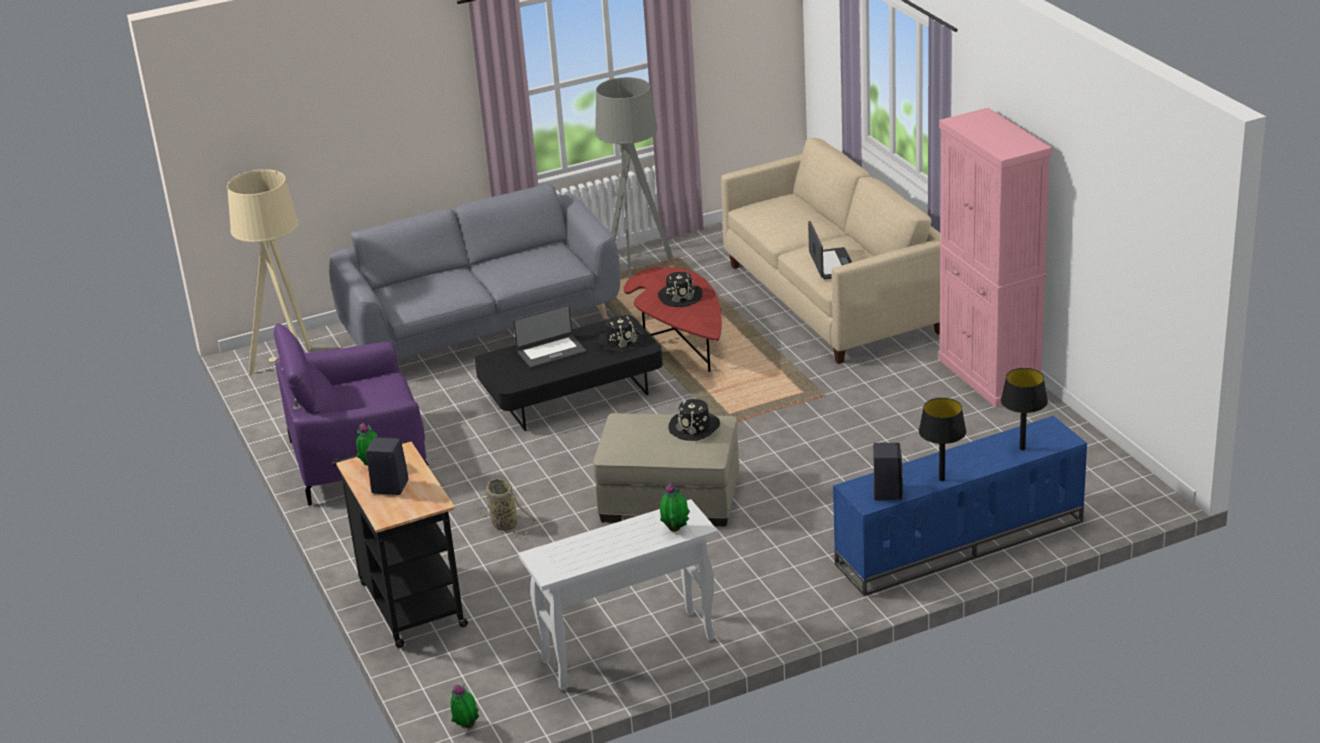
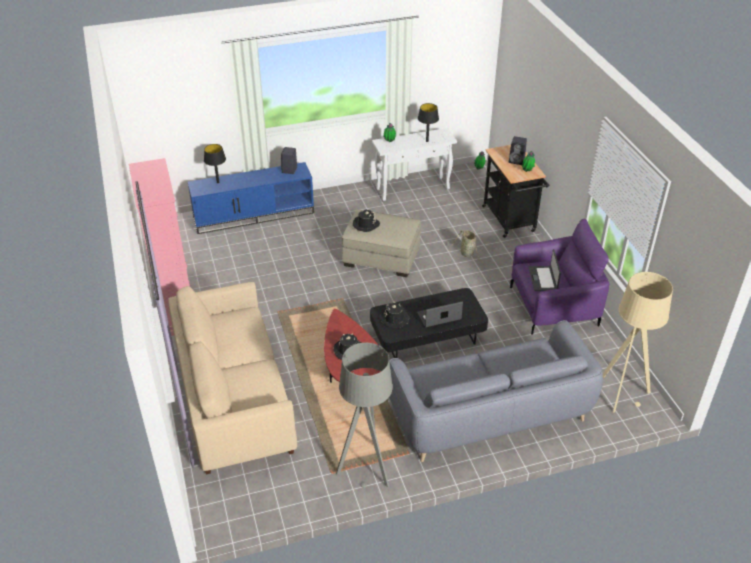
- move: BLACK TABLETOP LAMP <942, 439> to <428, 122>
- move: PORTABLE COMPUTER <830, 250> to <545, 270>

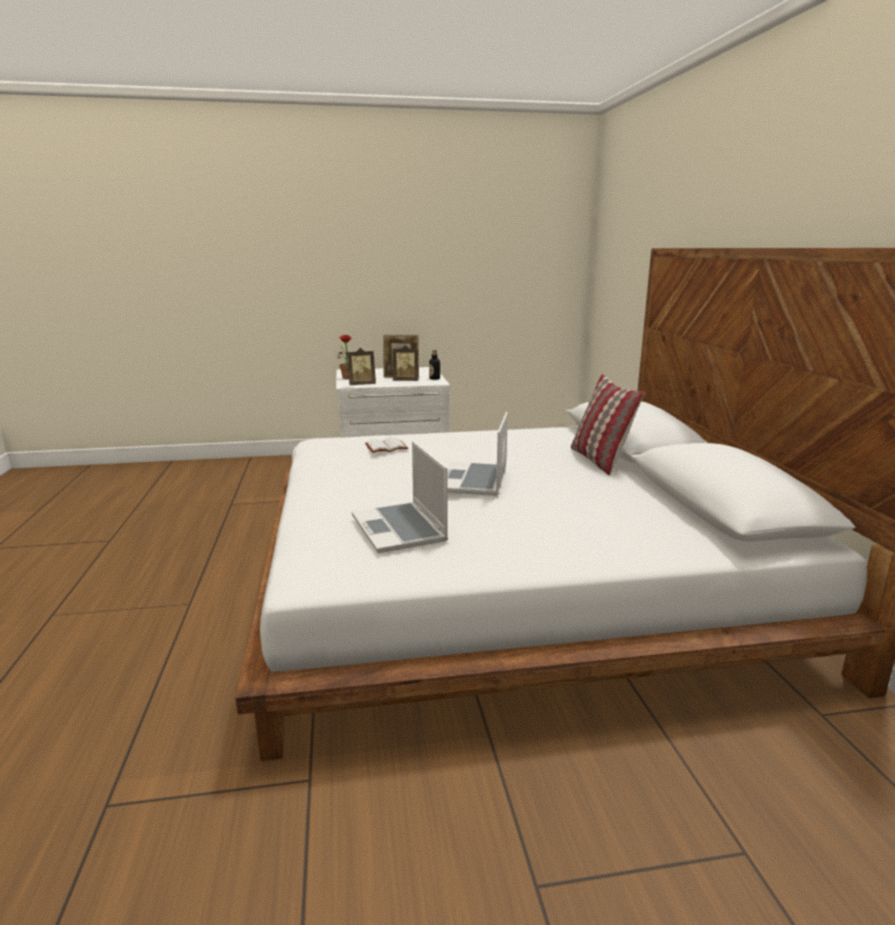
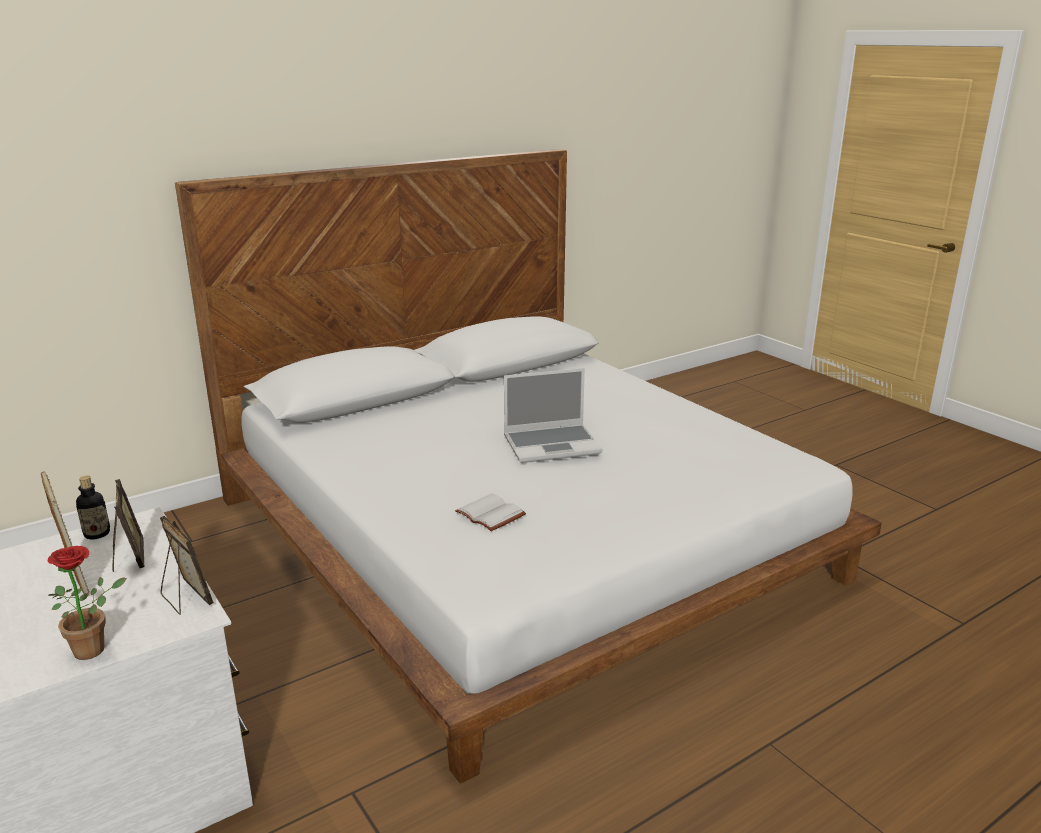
- delete: PORTABLE COMPUTER <400, 497>
- delete: THROW PILLOW <608, 424>

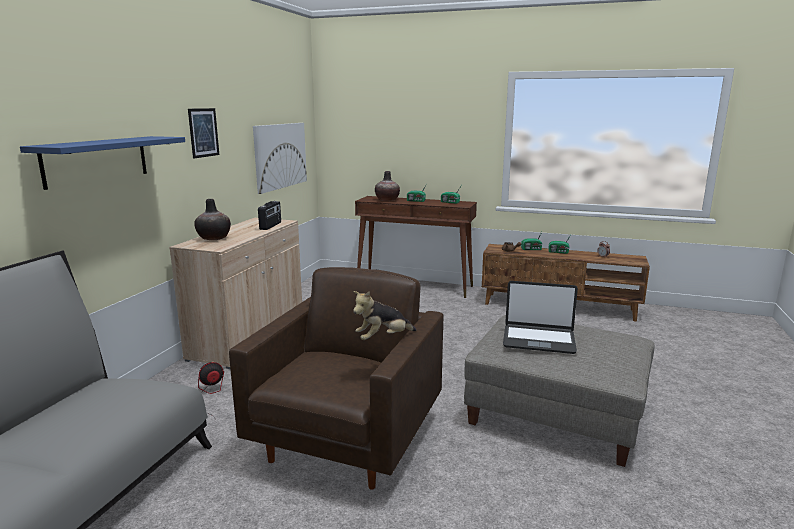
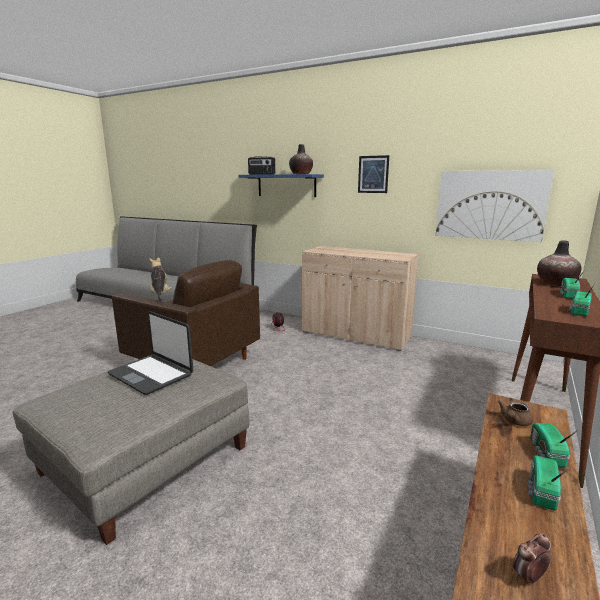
- rotate: PORTABLE COMPUTER <540, 317> = <150, 353> 75 degrees counterclockwise
- move: RADIO SET <269, 215> to <261, 165>
- move: DECORATIVE VASE <212, 219> to <301, 159>

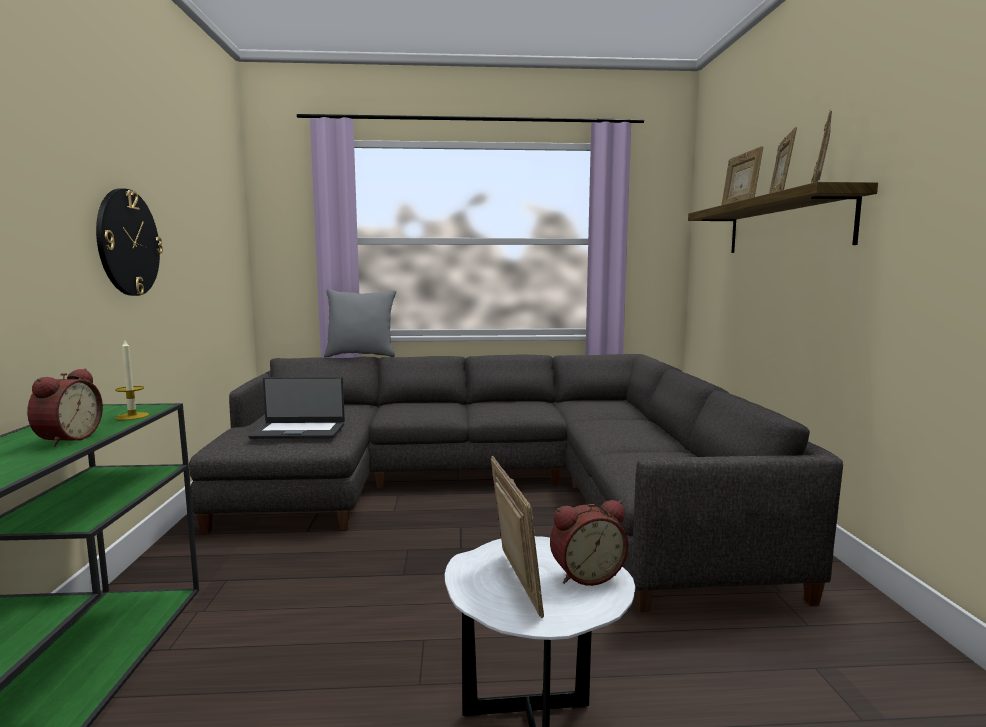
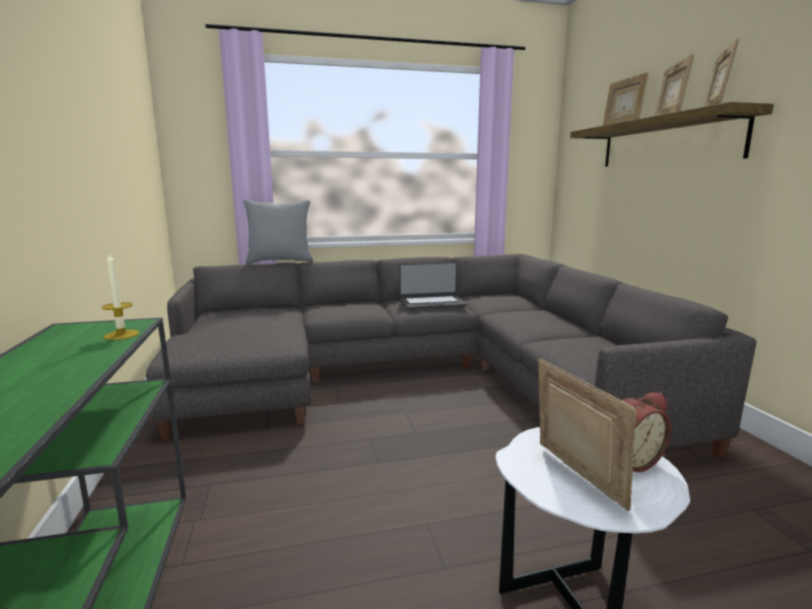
- move: PORTABLE COMPUTER <296, 408> to <433, 285>
- delete: ALARM CLOCK <65, 407>
- delete: HANGING CLOCK <129, 242>

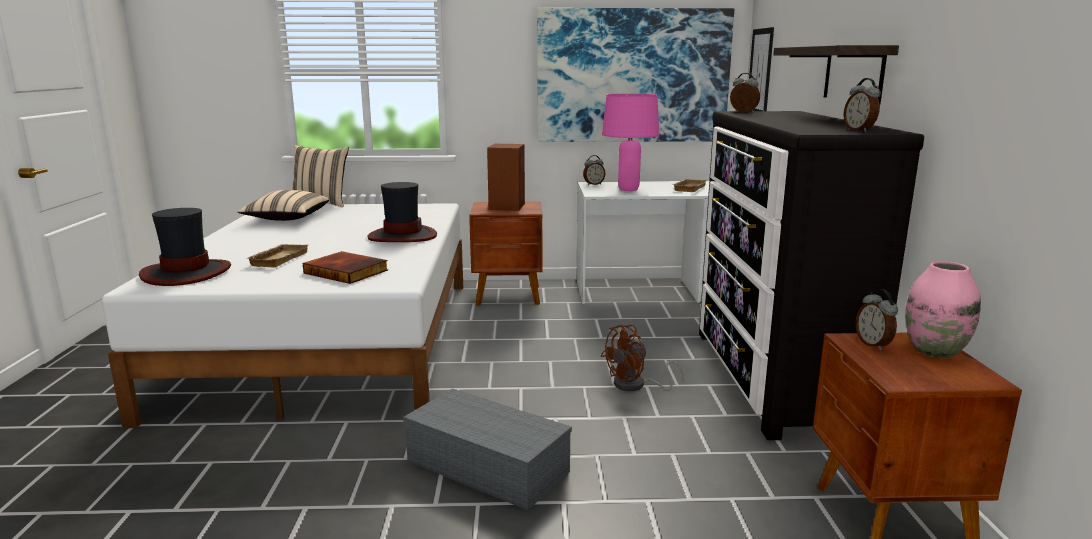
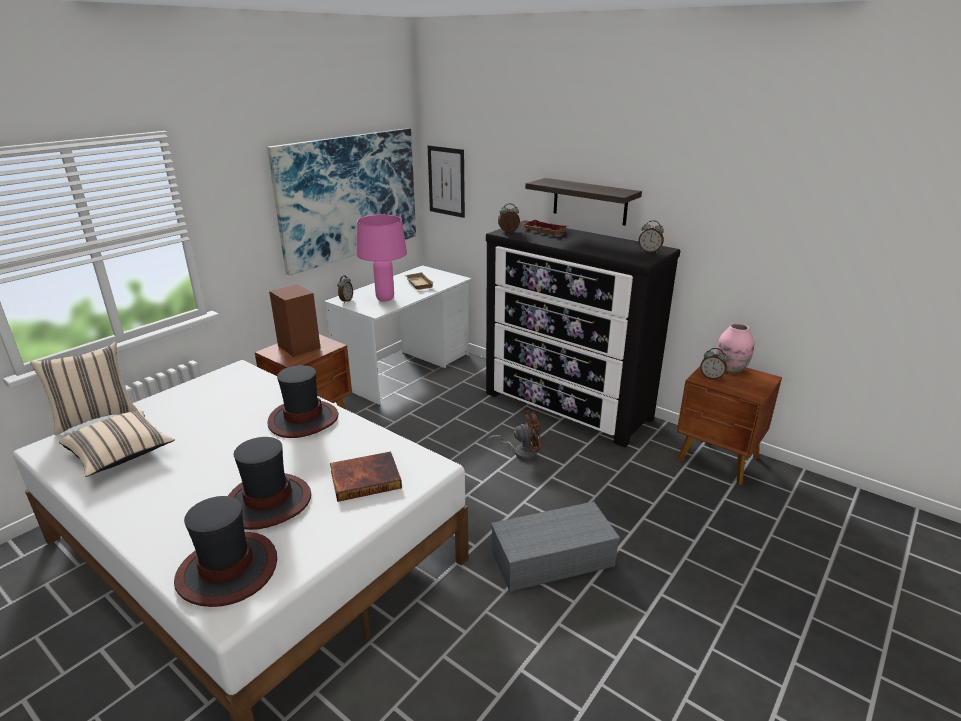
- replace: BEIGE-COLOURED SERVING TRAY <277, 255> to CLOTHING HAT <269, 483>
- rotate: BROWNISH COOLING FAN <643, 358> = <514, 435> 105 degrees counterclockwise
- insert: RED SERVING TRAY <544, 228>

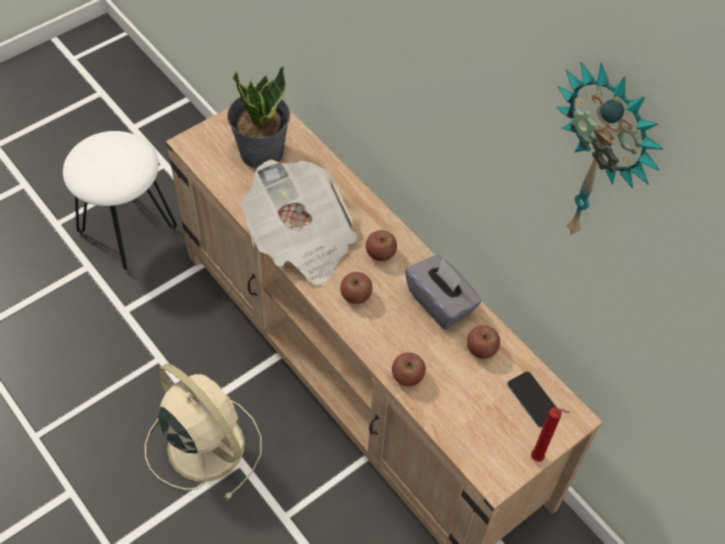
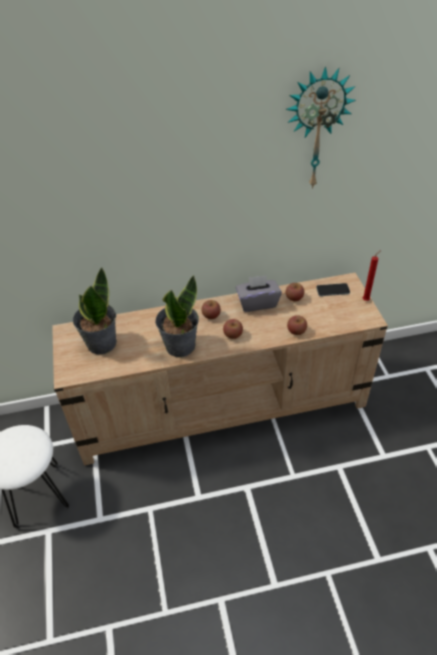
- replace: PRINTED PAPER <299, 222> to PLANT IN A POT <177, 316>
- delete: BEIGE-COLOURED COOLING FAN <203, 432>

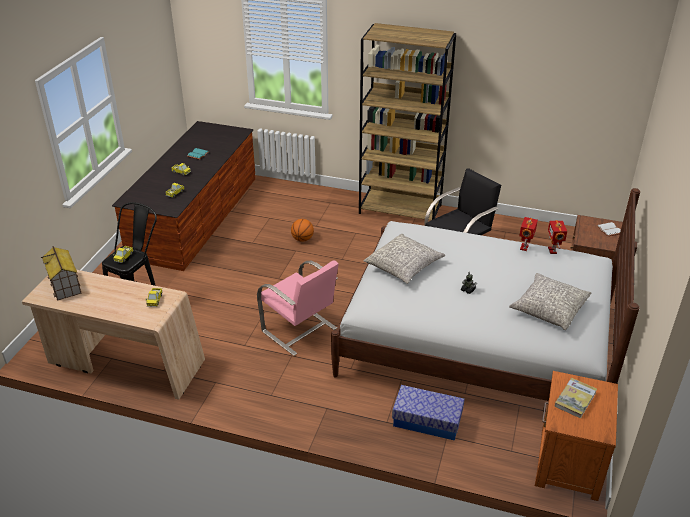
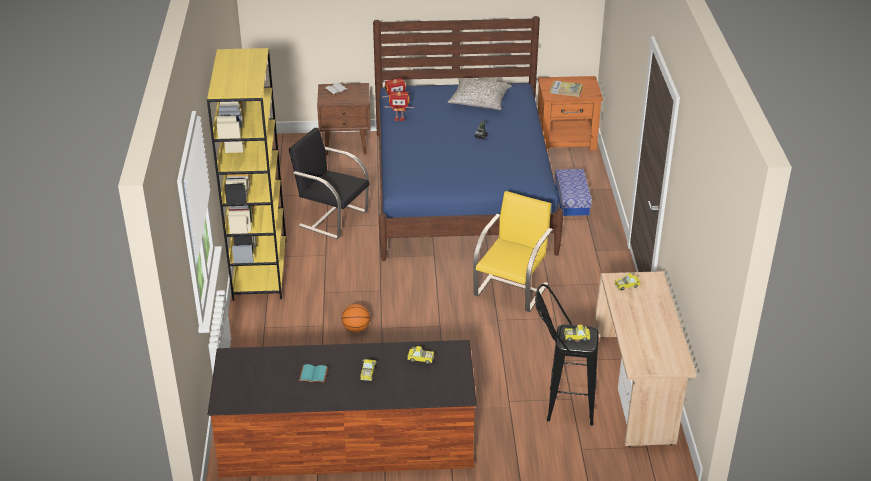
- recolor: BROWNISH BOOKCASE <407, 122> to YELLOWISH BOOKCASE <247, 174>
- recolor: WHITISH BEDROOM BED <485, 294> to BLUE-COLOURED BEDROOM BED <468, 138>
- recolor: PINKISH UPRIGHT CHAIR <298, 308> to YELLOWISH UPRIGHT CHAIR <513, 251>
- delete: MODEL HOUSE <61, 273>
- delete: GREYISH THROW PILLOW <404, 259>

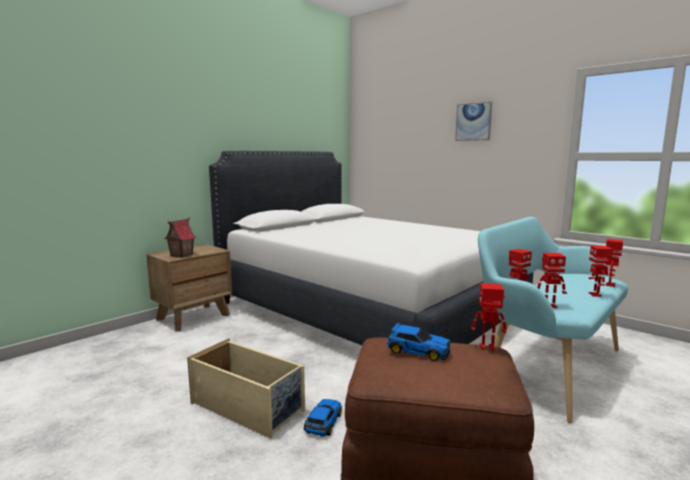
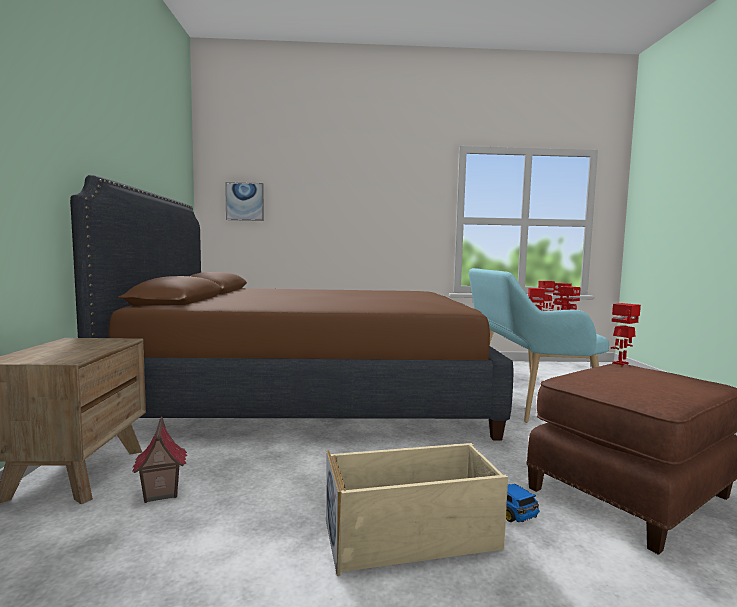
- recolor: WHITISH BEDROOM BED <371, 248> to BROWNISH BEDROOM BED <292, 307>
- move: MODEL HOUSE <180, 238> to <159, 459>
- move: PICTURE <473, 121> to <244, 201>
- delete: TOY CAR <418, 342>

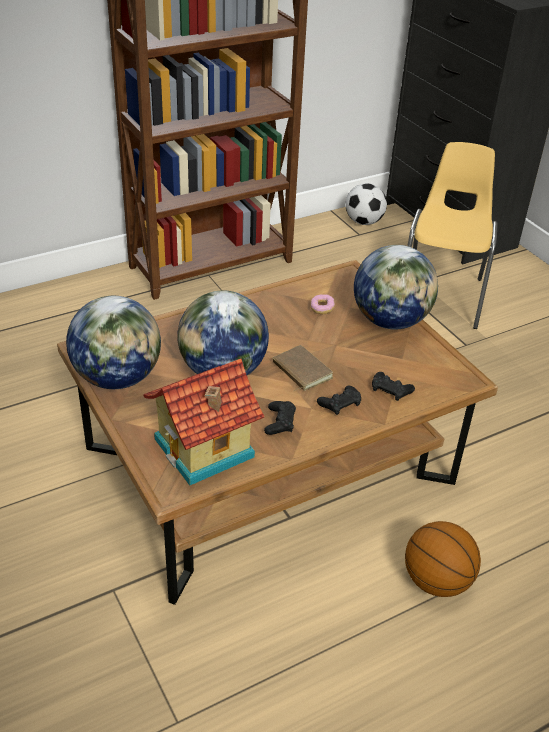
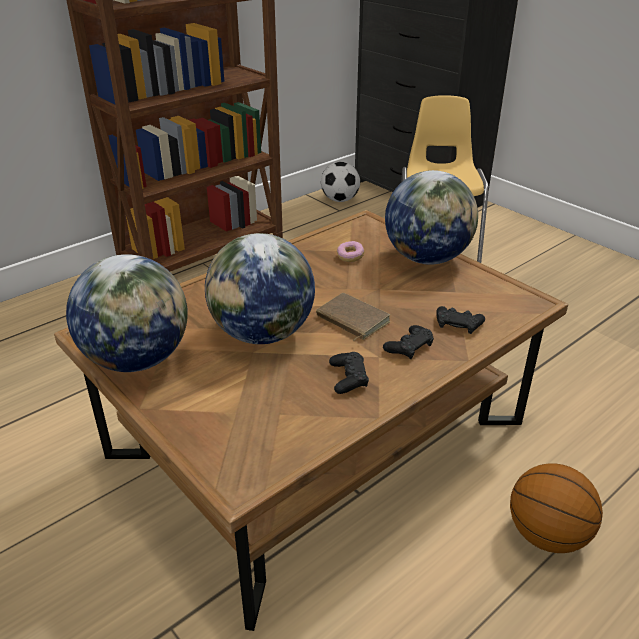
- delete: MODEL HOUSE <204, 422>

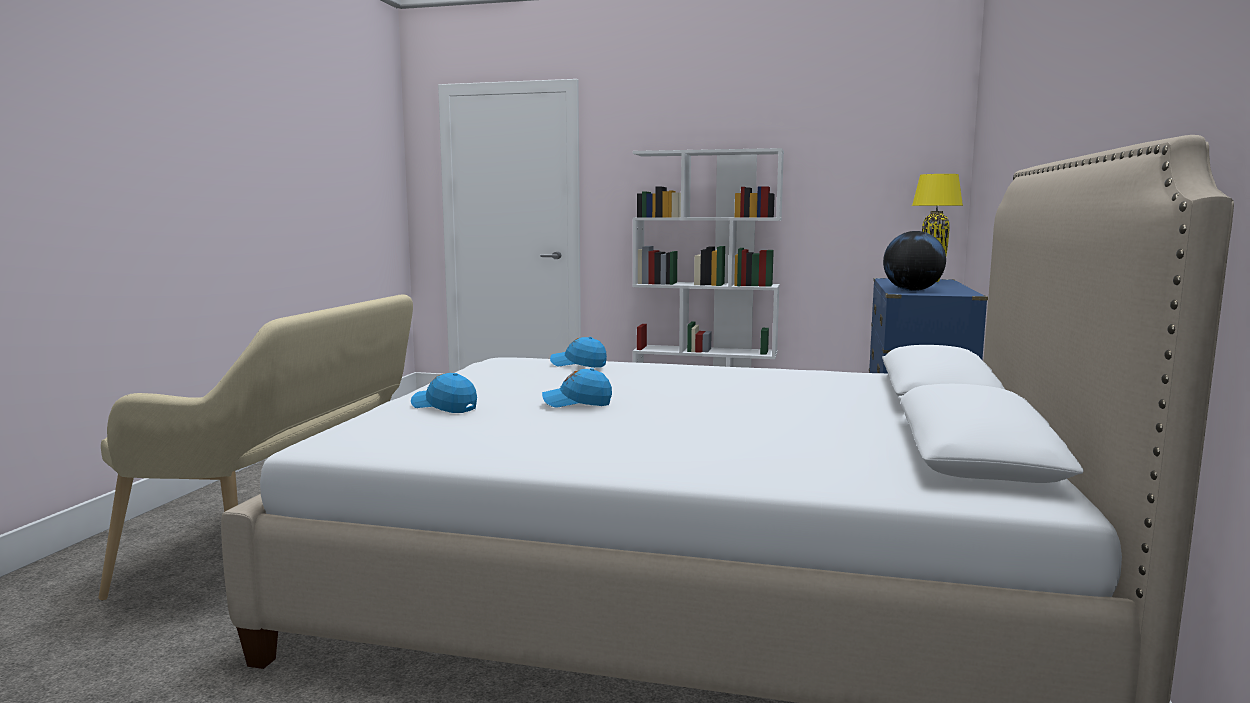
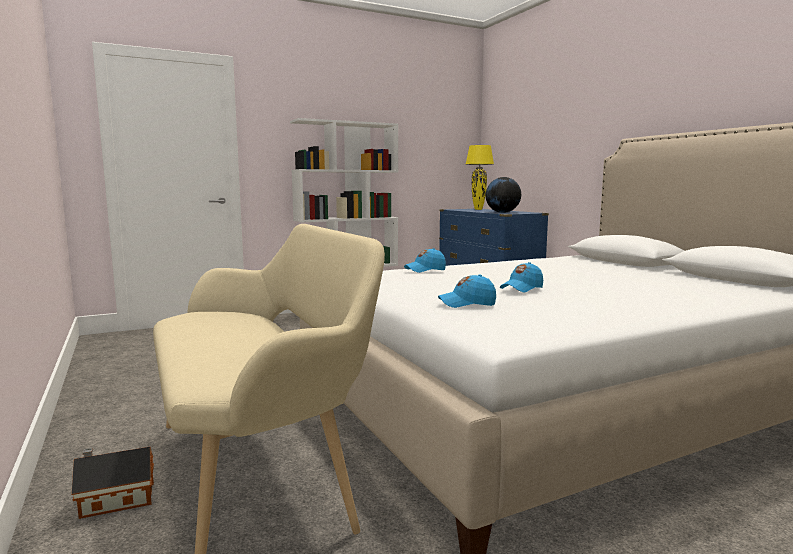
- insert: MODEL HOUSE <112, 483>

